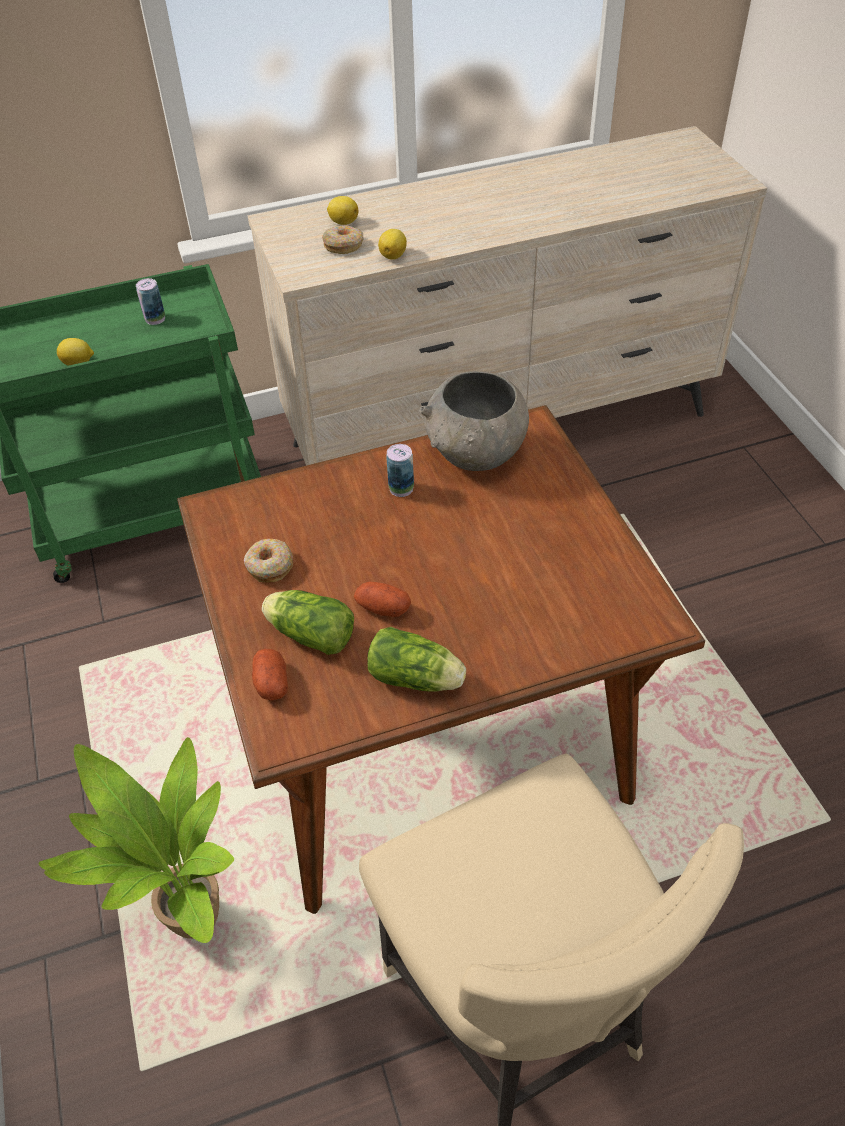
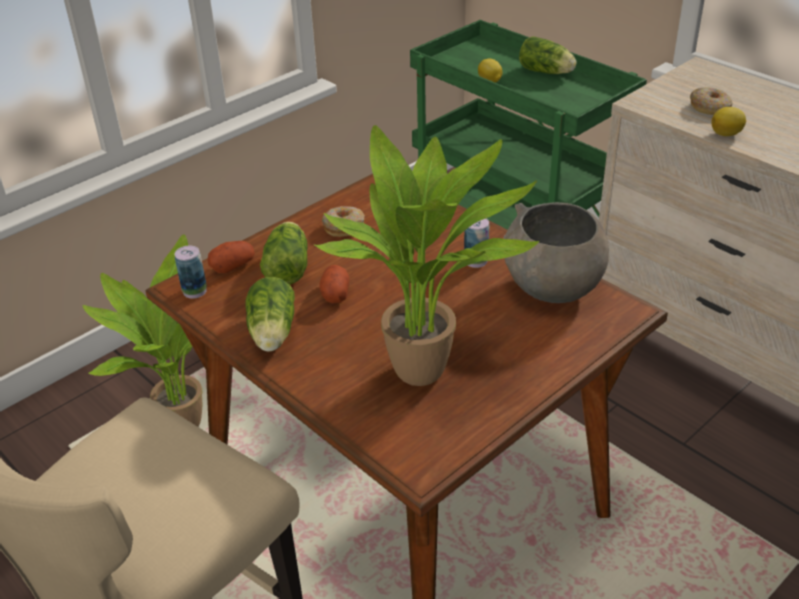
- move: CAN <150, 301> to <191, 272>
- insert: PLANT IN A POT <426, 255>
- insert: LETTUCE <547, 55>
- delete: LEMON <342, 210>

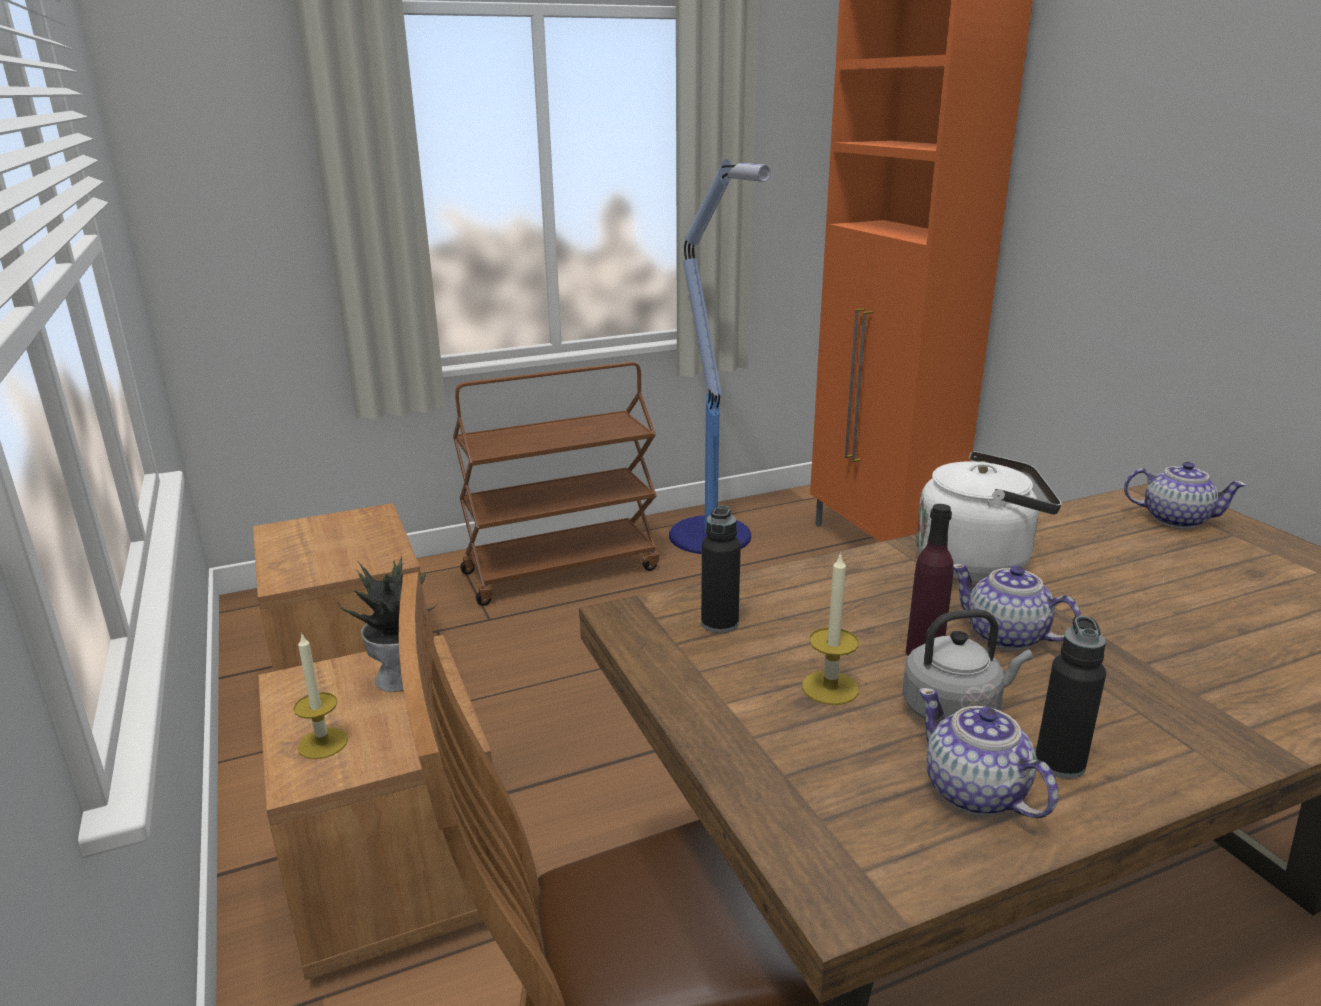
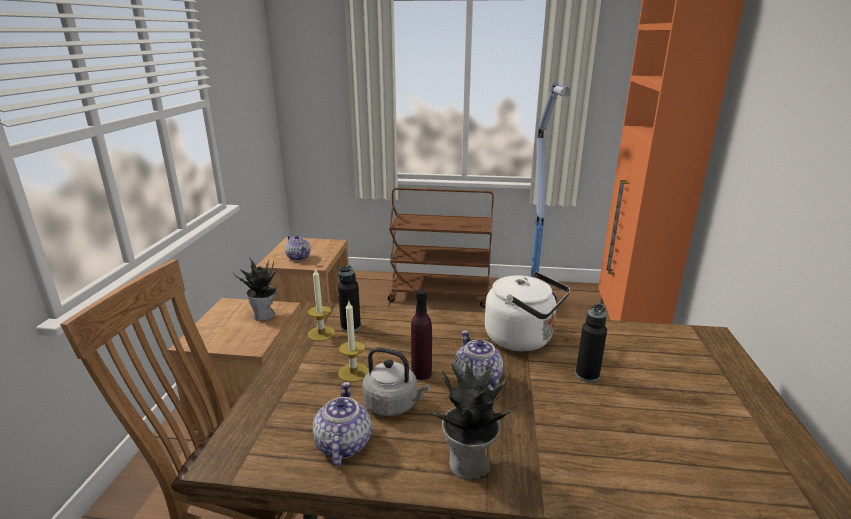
- move: TEA POT <1185, 495> to <298, 248>
- move: WAX LIGHT <320, 695> to <321, 304>
- insert: PLANT IN A POT <470, 419>
- move: BLACK DRINK BOTTLE <1070, 697> to <591, 343>

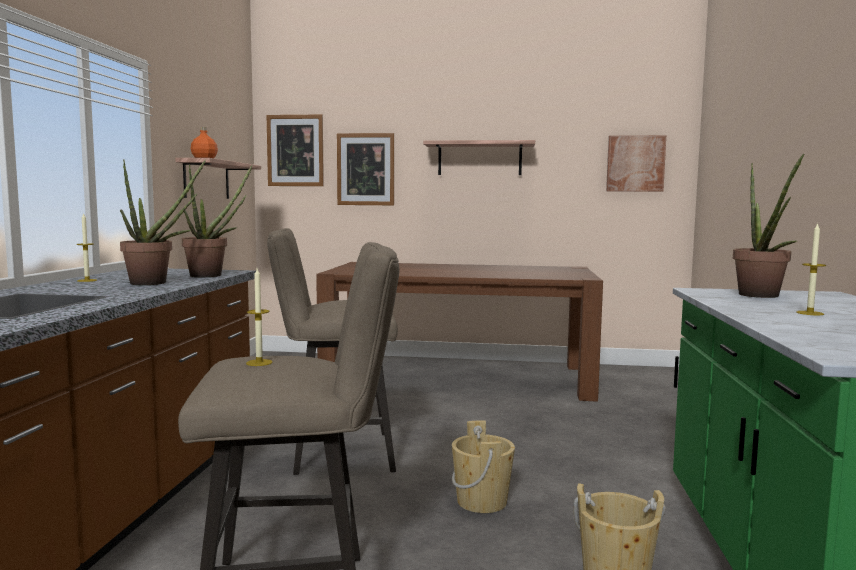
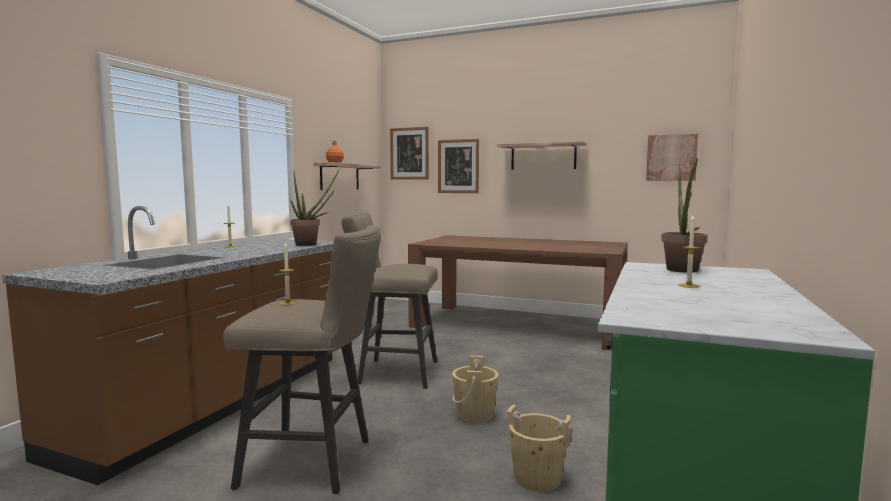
- delete: PLANT IN A POT <163, 222>

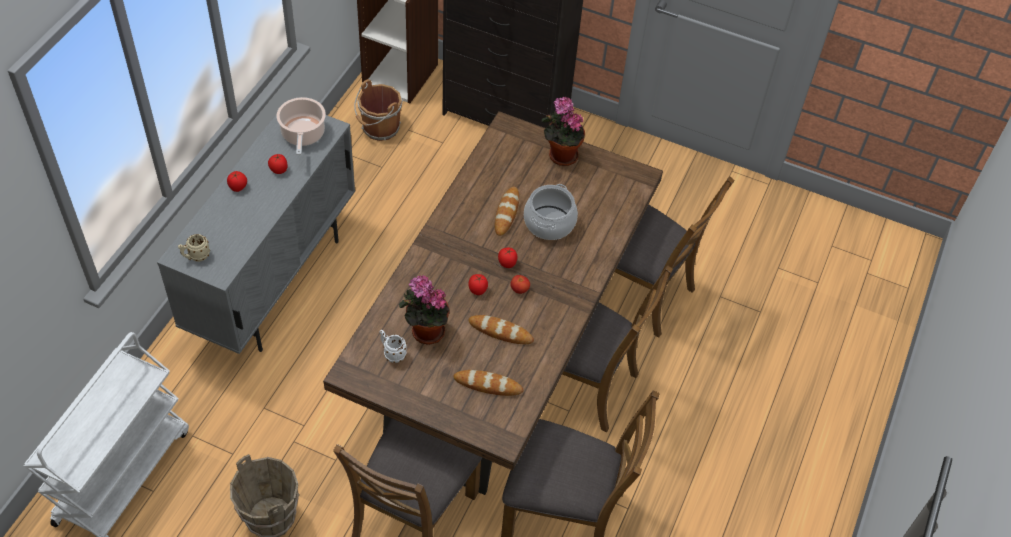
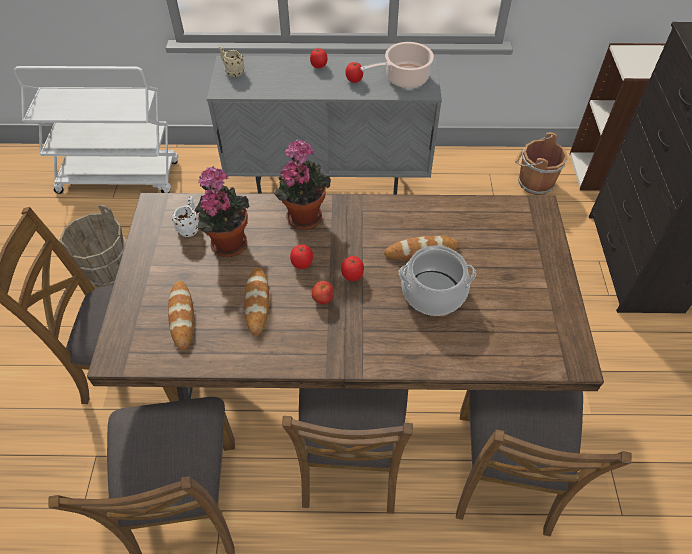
- move: PLANT IN A POT <563, 131> to <302, 185>

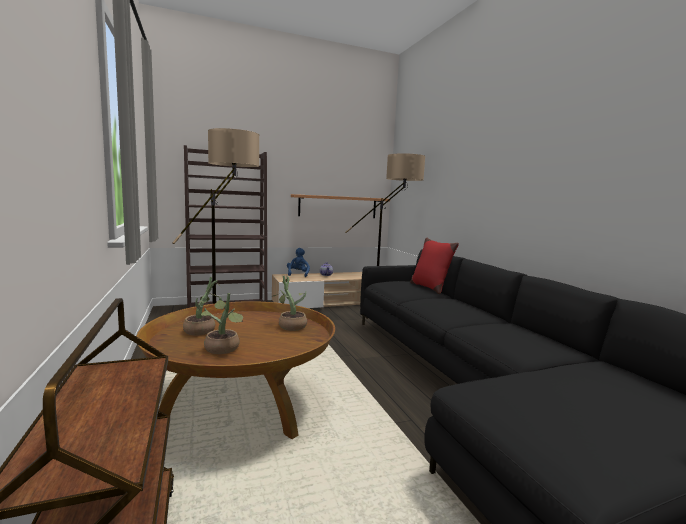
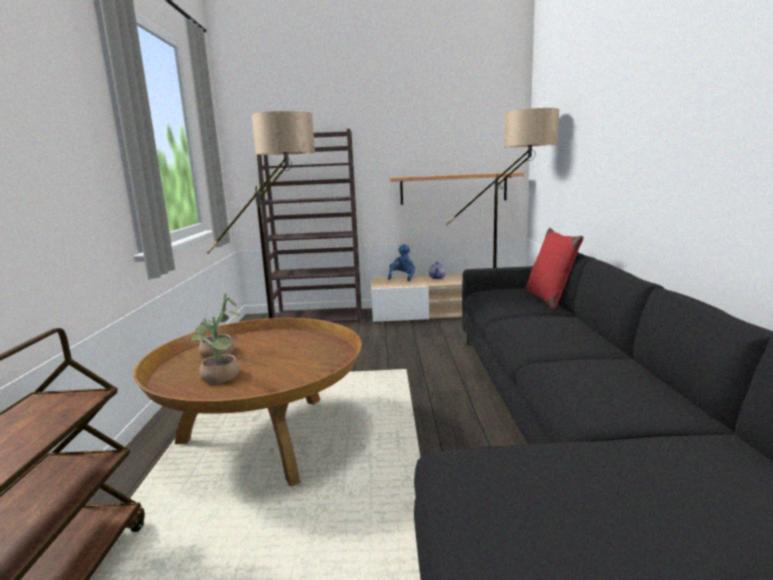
- delete: PLANT IN A POT <289, 303>

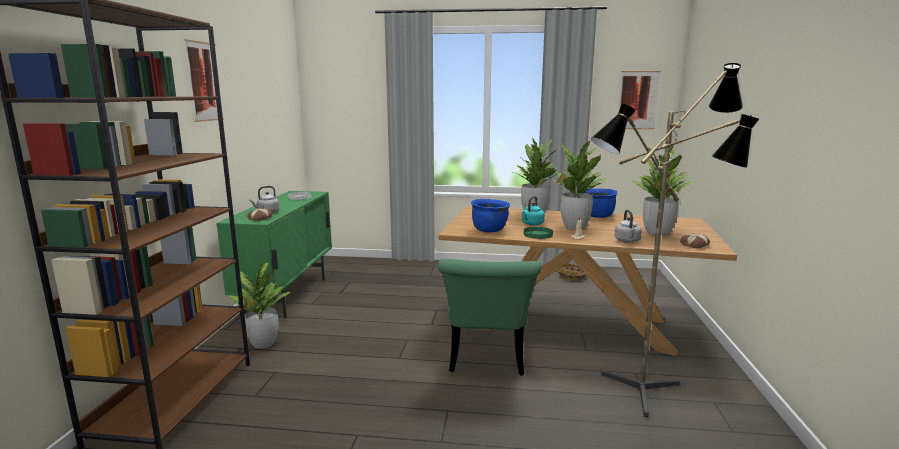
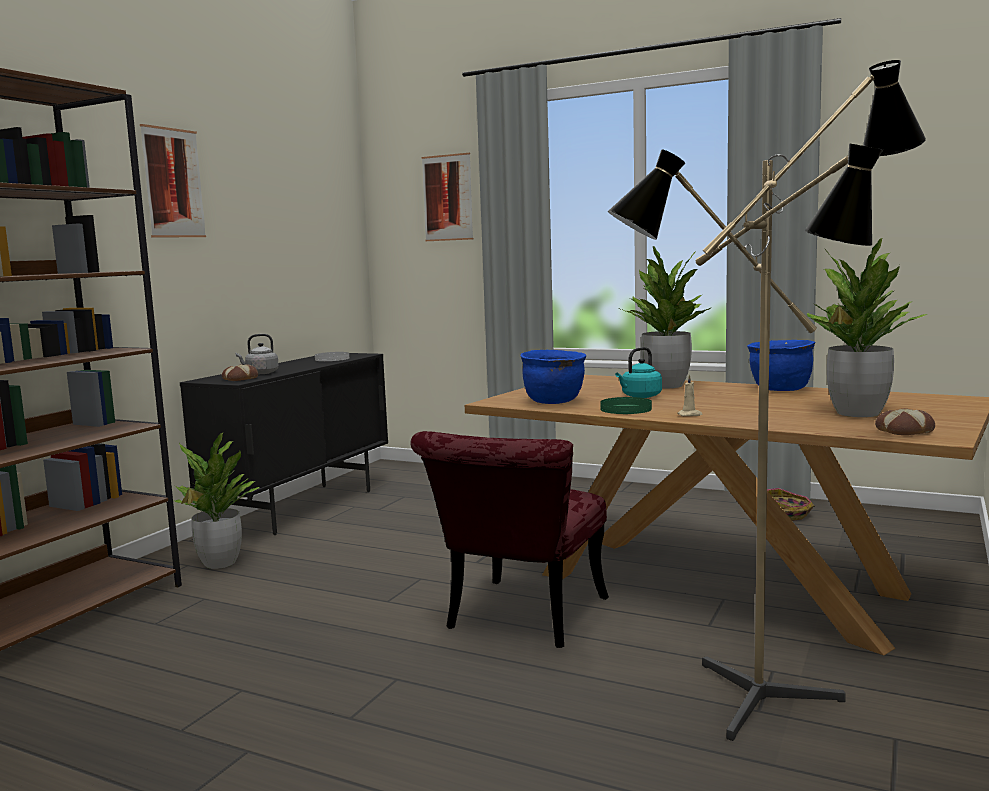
- recolor: GREEN CUPBOARD <274, 255> to BLACK CUPBOARD <284, 444>
- recolor: GREEN UPRIGHT CHAIR <490, 317> to RED UPRIGHT CHAIR <509, 539>
- move: PICTURE <640, 100> to <448, 197>
- delete: PLANT IN A POT <579, 185>
- delete: GREYISH WATER KETTLE <628, 226>

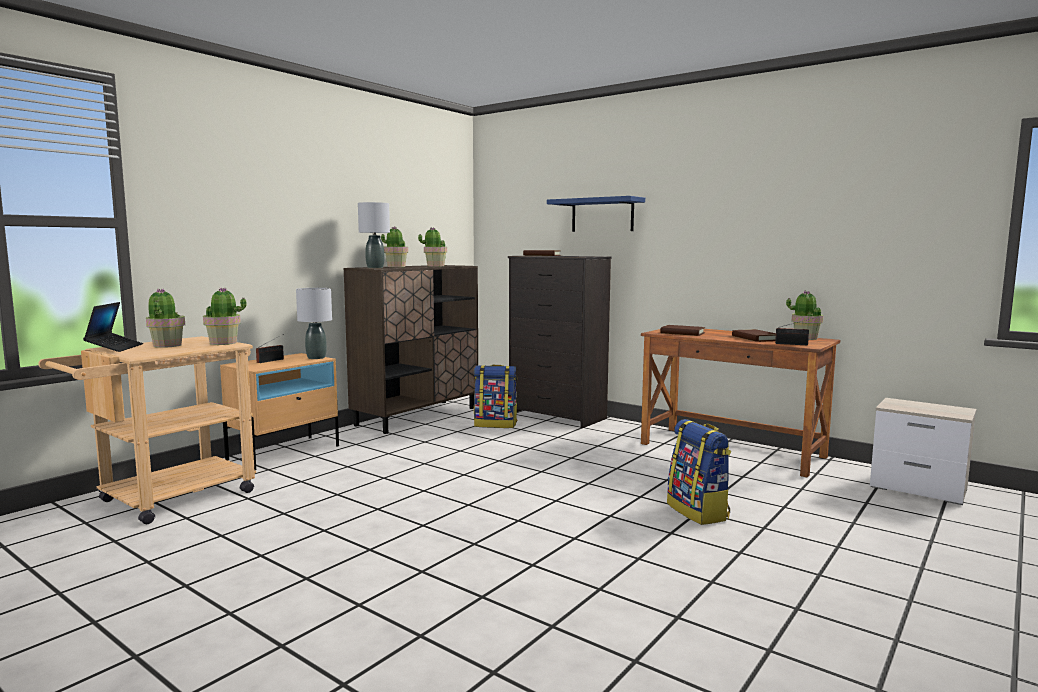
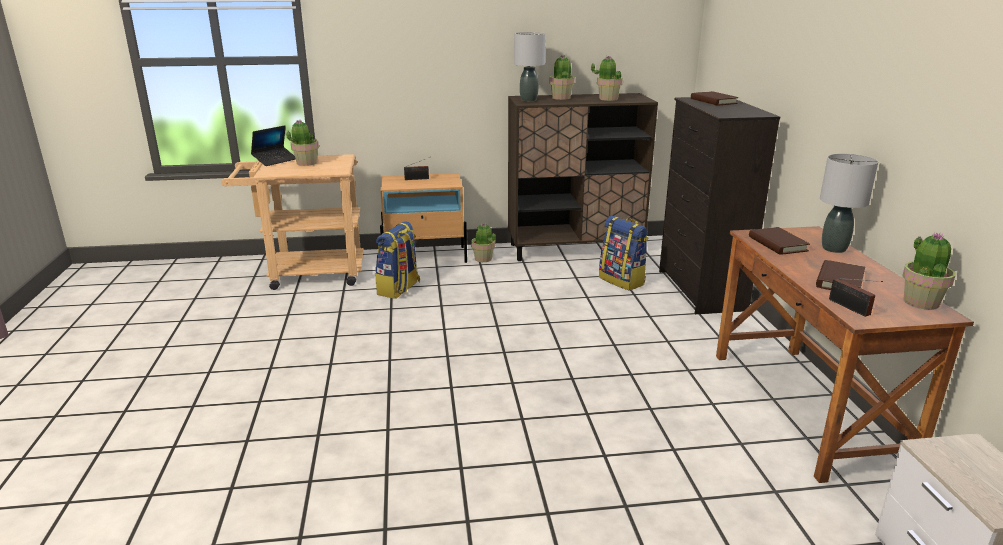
- move: BACKPACK <699, 472> to <398, 260>
- move: PLANT IN A POT <225, 316> to <483, 242>
- move: GREYISH TABLETOP LAMP <314, 323> to <849, 203>
- delete: BLUE-COLOURED SHELF <596, 214>

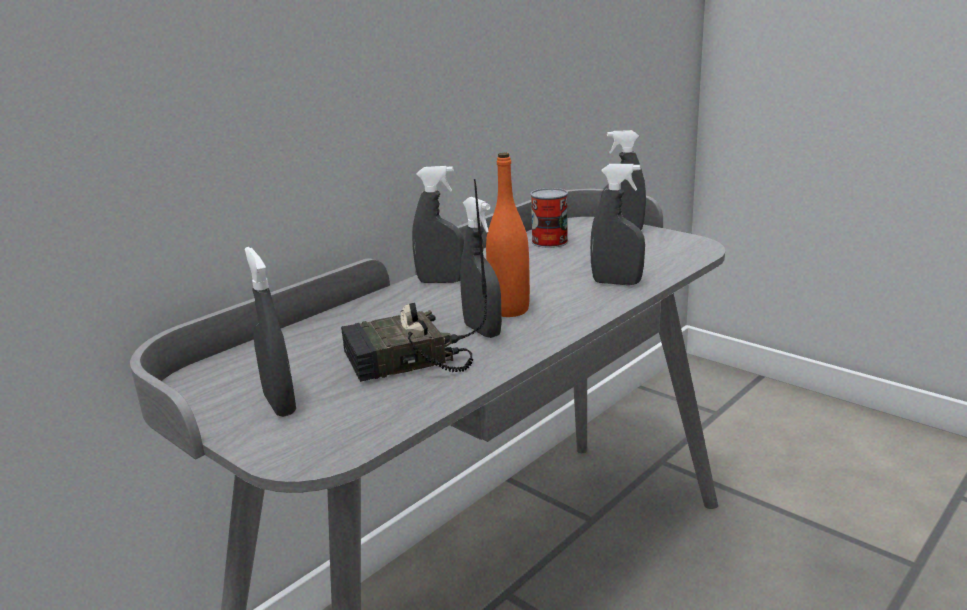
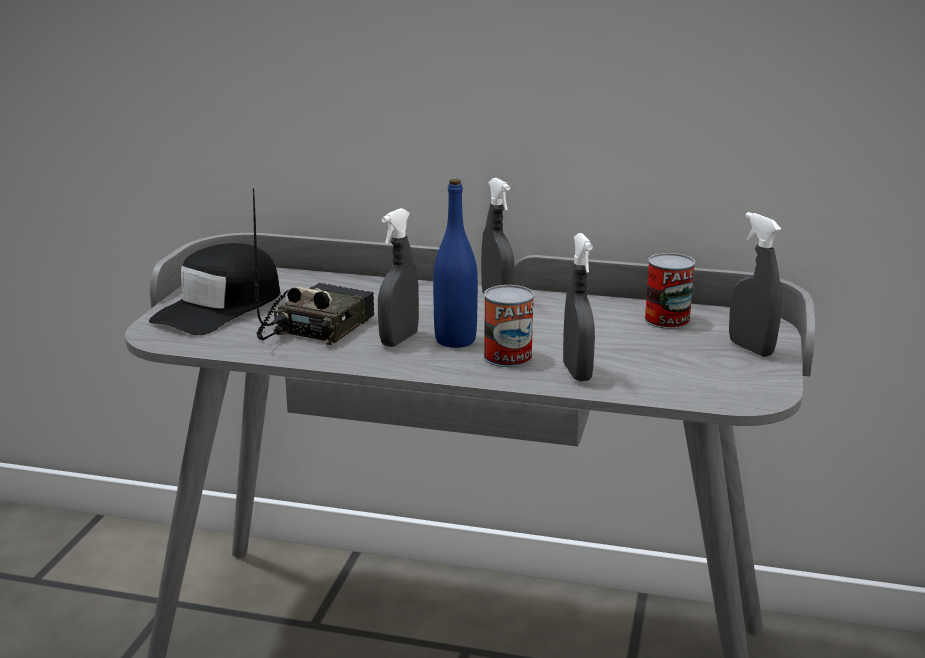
- replace: GREYISH SPRAYER <270, 332> to BLACK PEAKED CAP <214, 289>
- rotate: RADIO SET <414, 280> = <314, 266> 75 degrees clockwise
- recolor: ORANGEY DRINK BOTTLE <508, 235> to BLUE-COLOURED DRINK BOTTLE <455, 263>
- insert: CAN <509, 326>

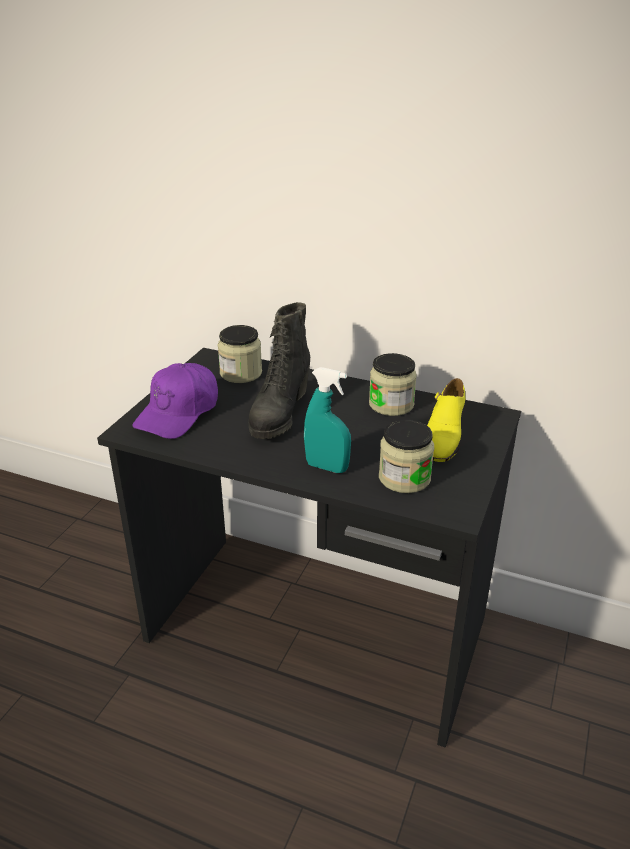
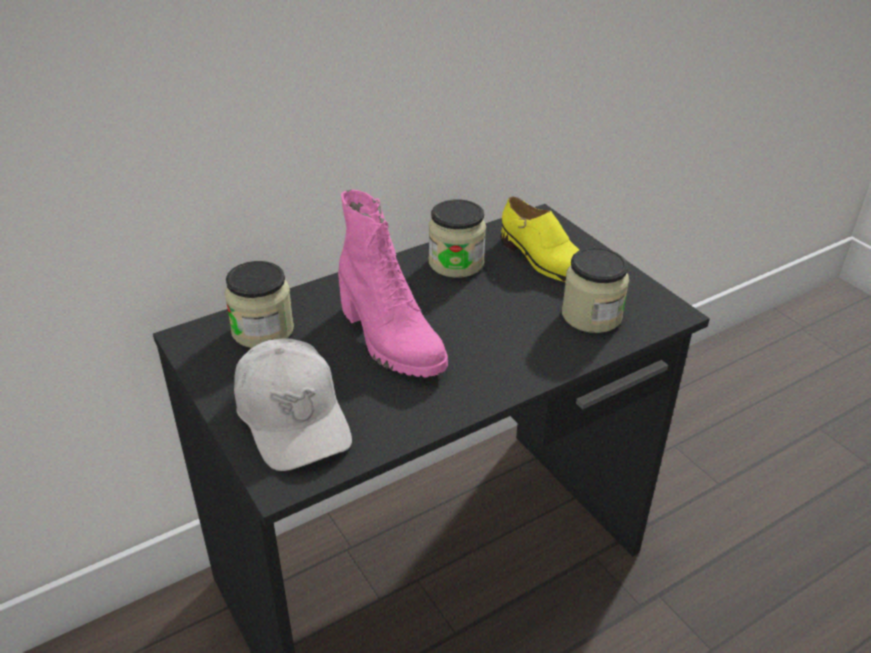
- recolor: PURPLE PEAKED CAP <175, 401> to WHITISH PEAKED CAP <293, 404>
- recolor: BLACK TALL BOOT <279, 370> to PINKISH TALL BOOT <393, 284>
- delete: BLUE-GREEN SPRAYER <327, 420>

